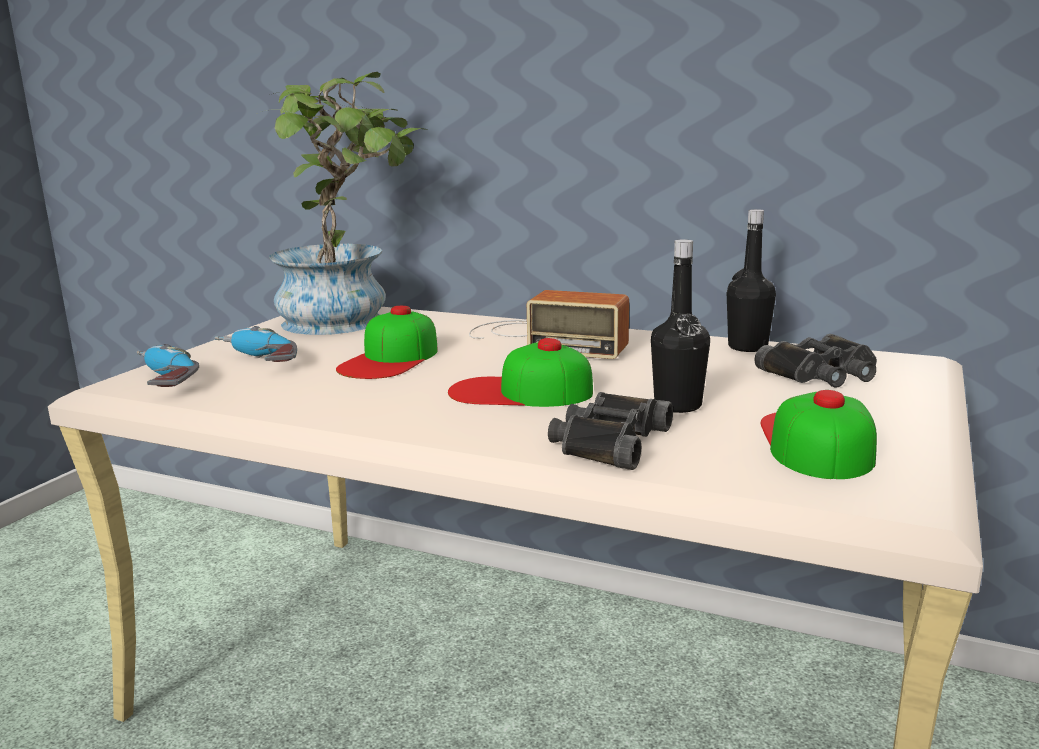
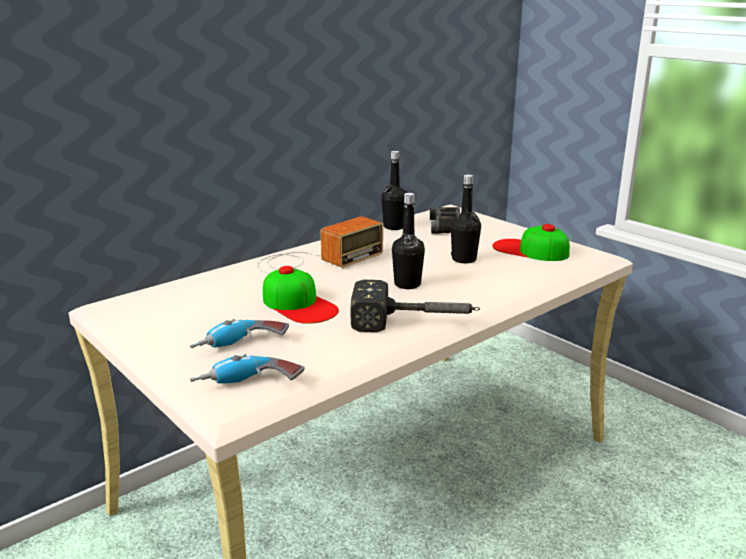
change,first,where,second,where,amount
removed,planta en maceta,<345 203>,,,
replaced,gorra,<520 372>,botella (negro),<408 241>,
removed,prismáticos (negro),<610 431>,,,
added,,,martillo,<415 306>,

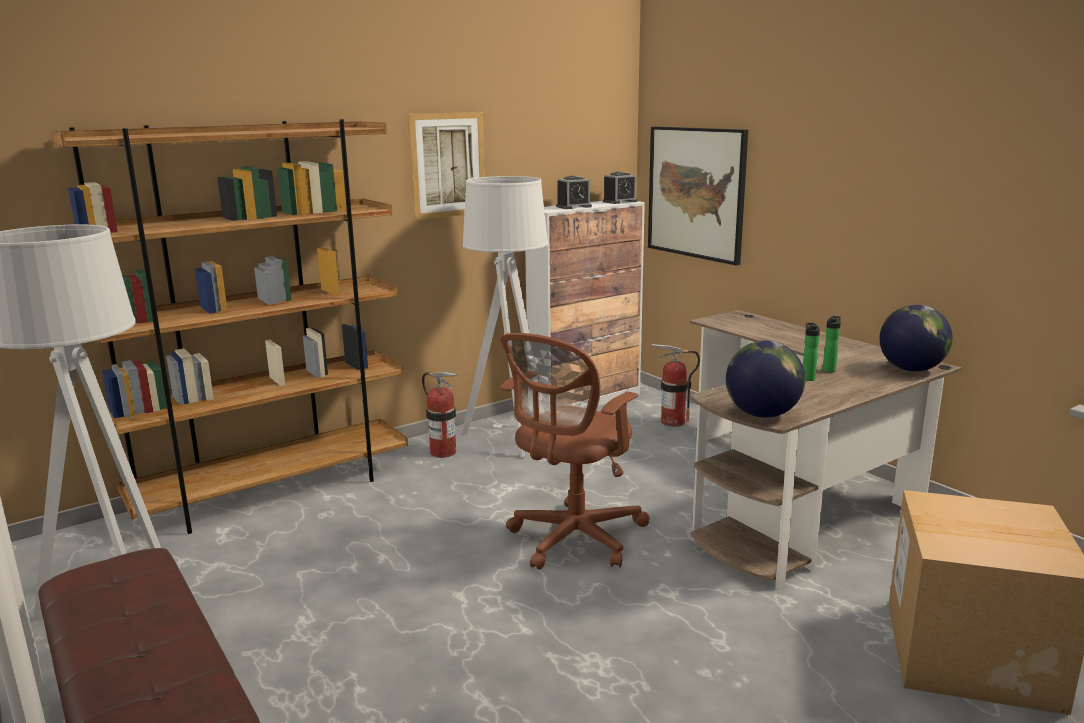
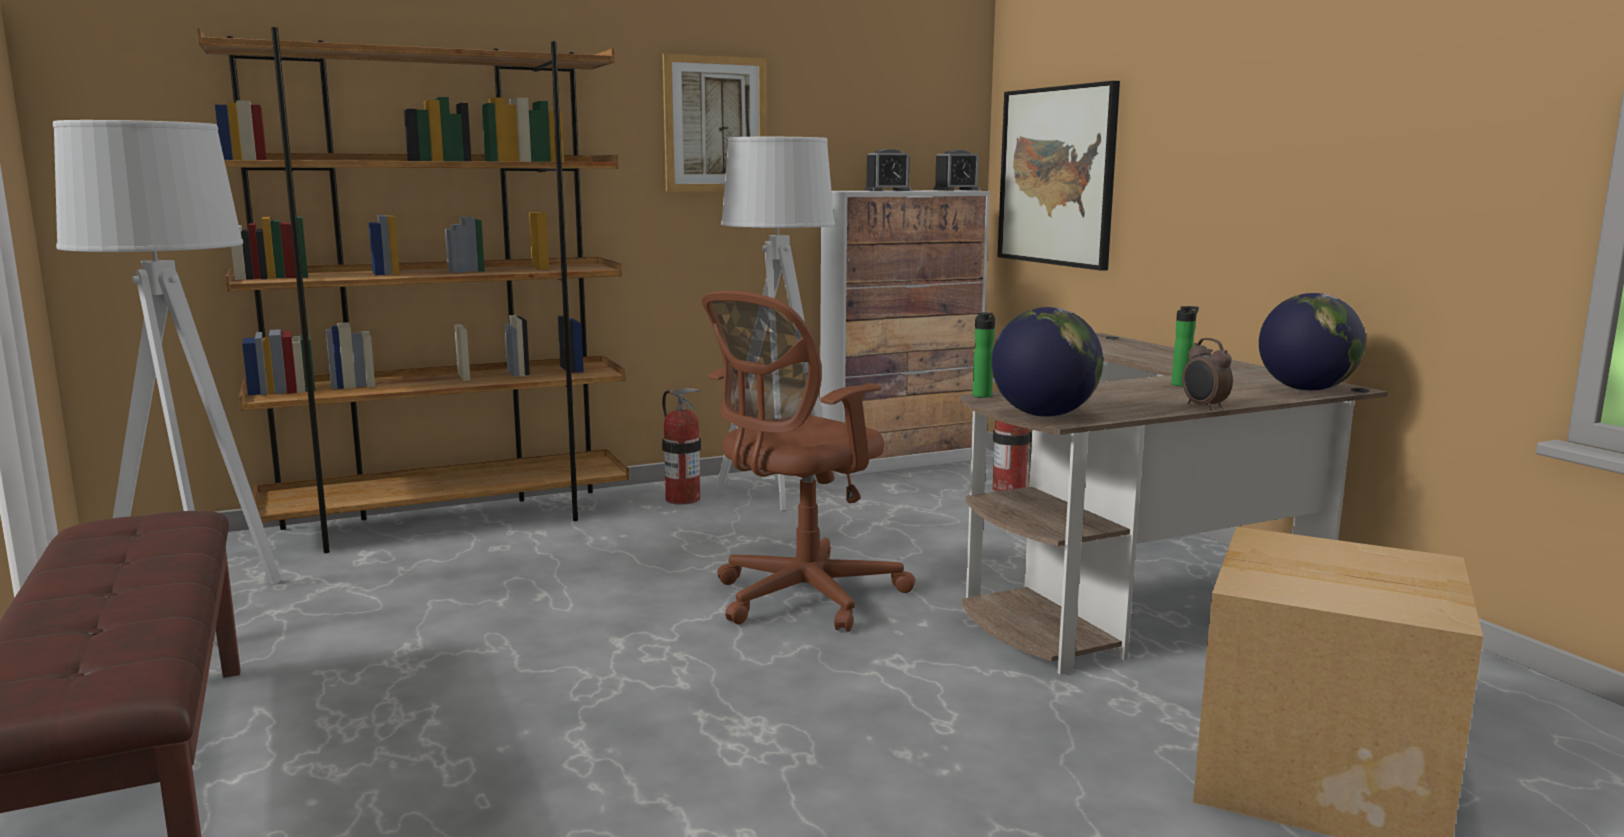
change,first,where,second,where,amount
moved,botella,<811 352>,,<984 355>,
added,,,despertador,<1207 374>,

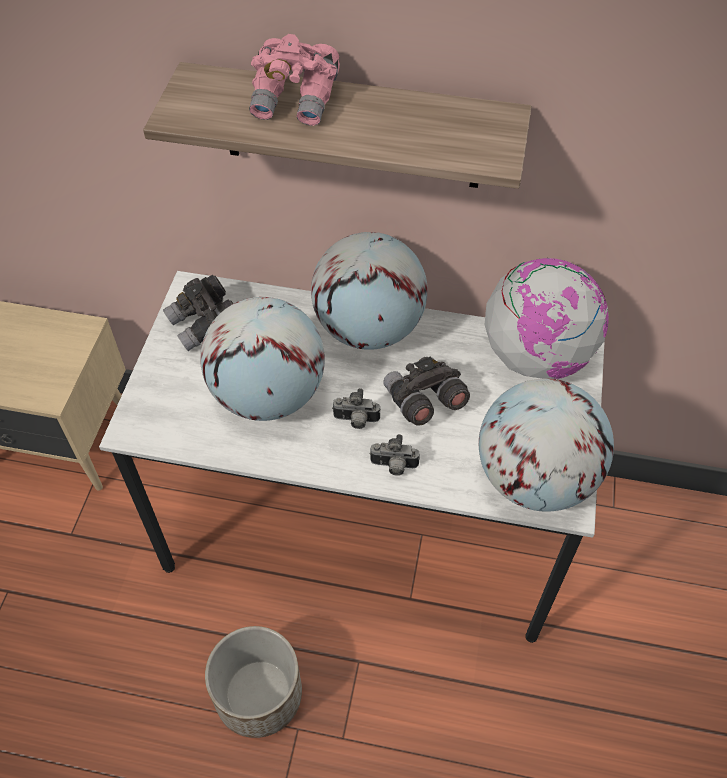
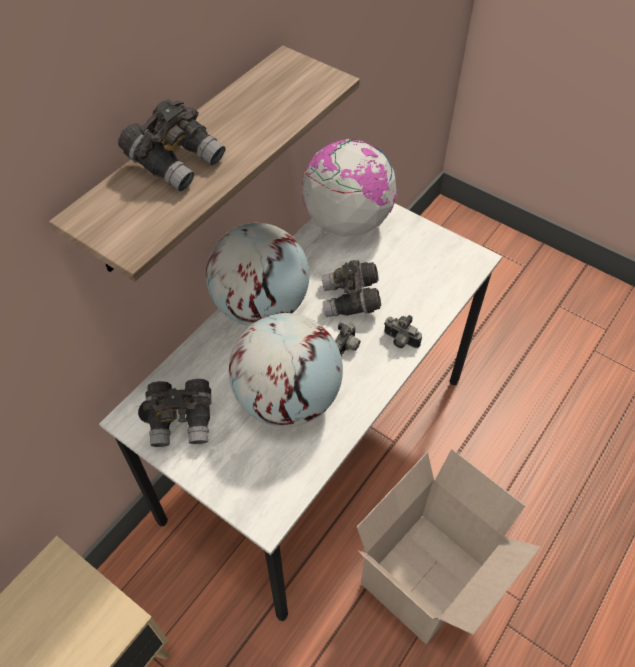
change,first,where,second,where,amount
replaced,maceta,<253 682>,caja de cartón,<449 546>,
recoloured,prismáticos (rosa),<294 80>,prismáticos (gris),<171 145>,
turned,cámara,<395 455>,,<403 331>,90 degrees clockwise
removed,globo terráqueo,<546 445>,,,

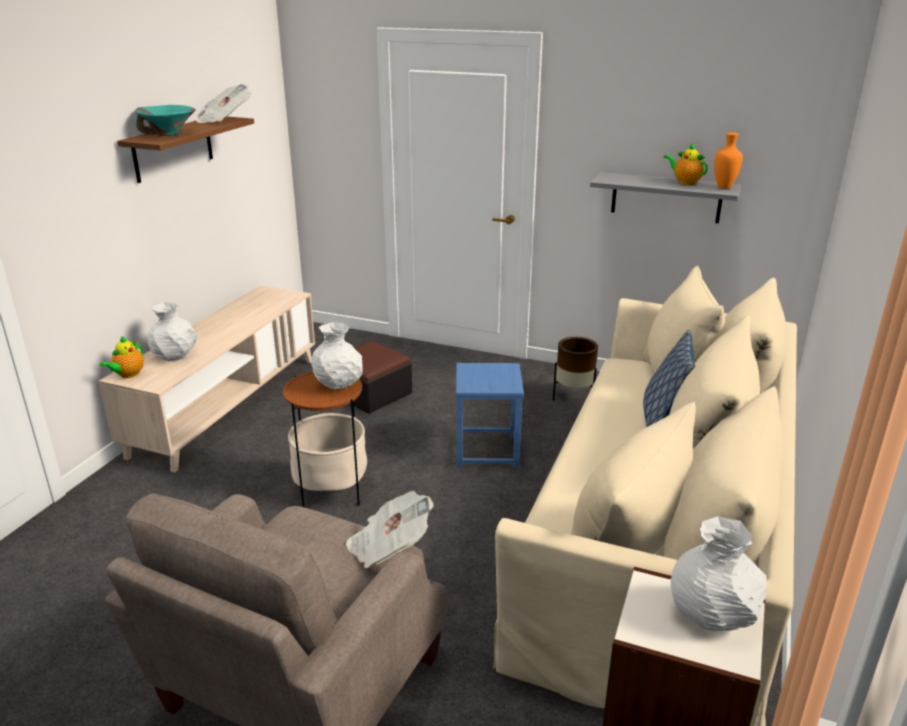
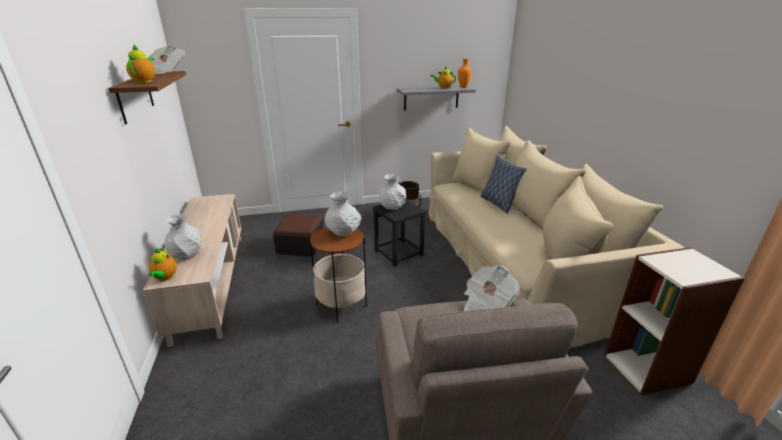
change,first,where,second,where,amount
replaced,cuenco (turquesa),<165 120>,tetera,<140 63>,
recoloured,taburete (azul),<490 415>,taburete (negro),<399 233>,
moved,florero (blanco),<719 573>,,<392 192>,

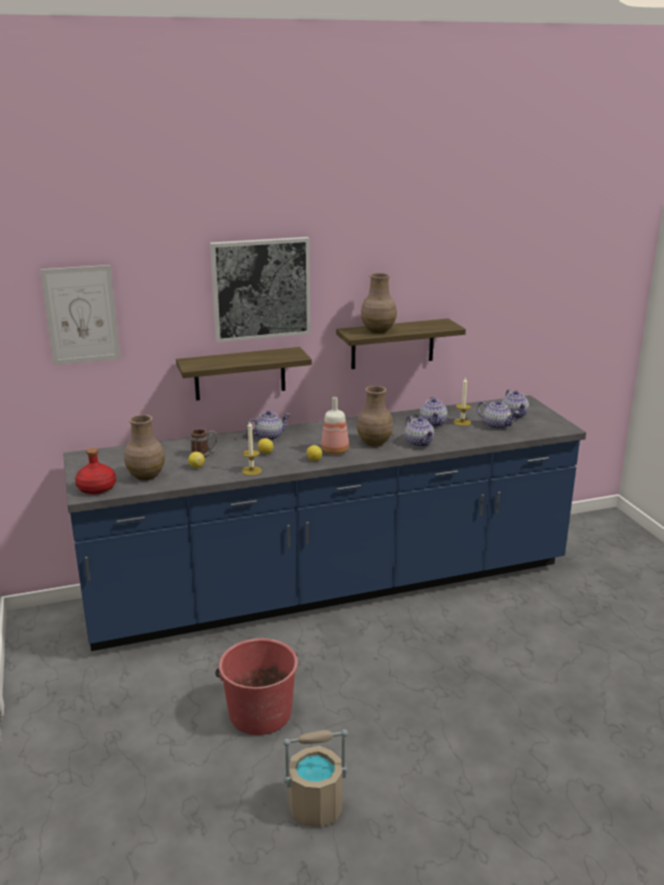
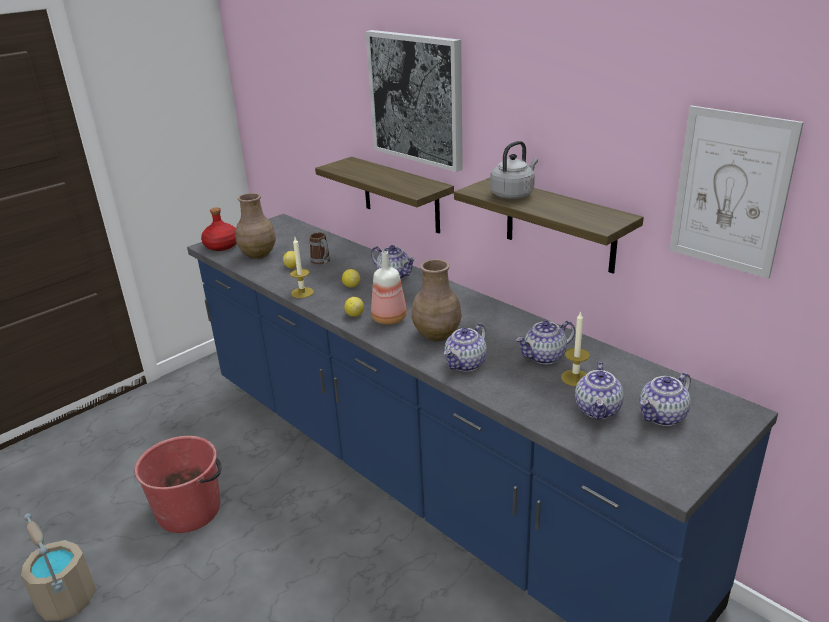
change,first,where,second,where,amount
moved,cuadro,<80 315>,,<737 192>,
replaced,florero (marrón),<379 303>,hervidor (gris),<514 170>,

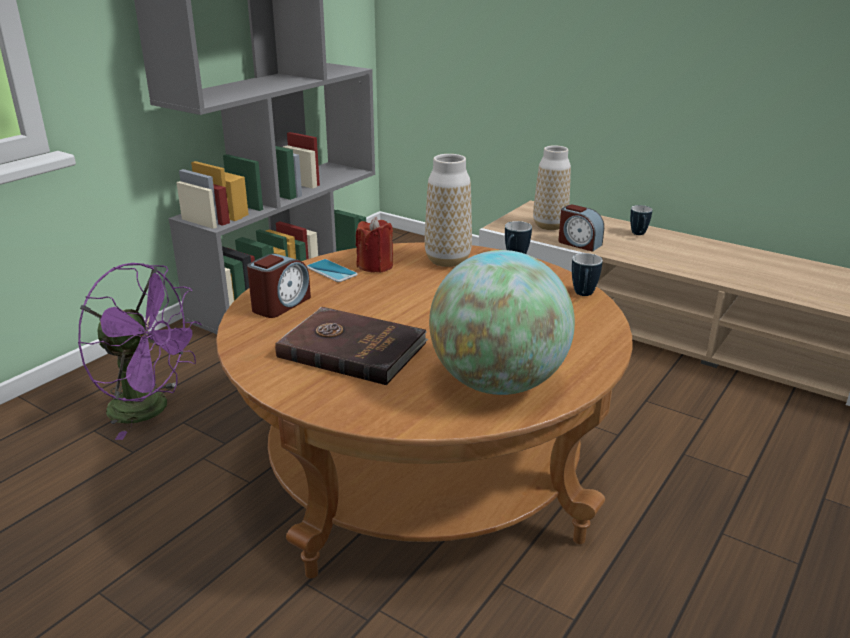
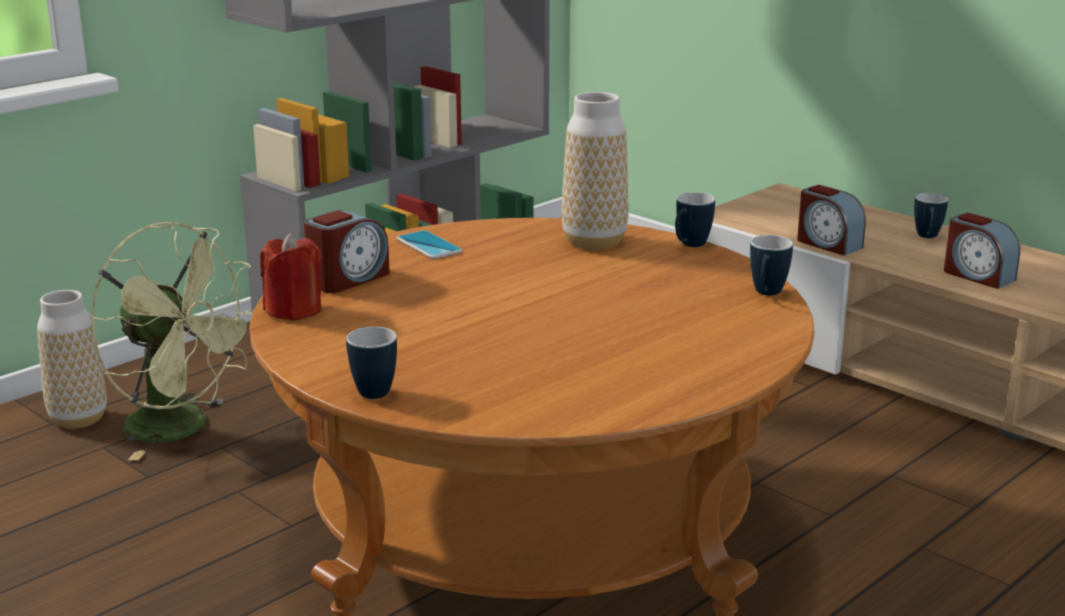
change,first,where,second,where,amount
recoloured,ventilador (morado),<140 351>,ventilador (verde),<172 341>,
removed,libro (marrón),<351 346>,,,
moved,vela (rojo),<374 245>,,<291 277>,
removed,globo terráqueo,<502 322>,,,
moved,florero,<552 187>,,<72 359>,
added,,,taza grande,<371 363>,
added,,,despertador,<982 251>,

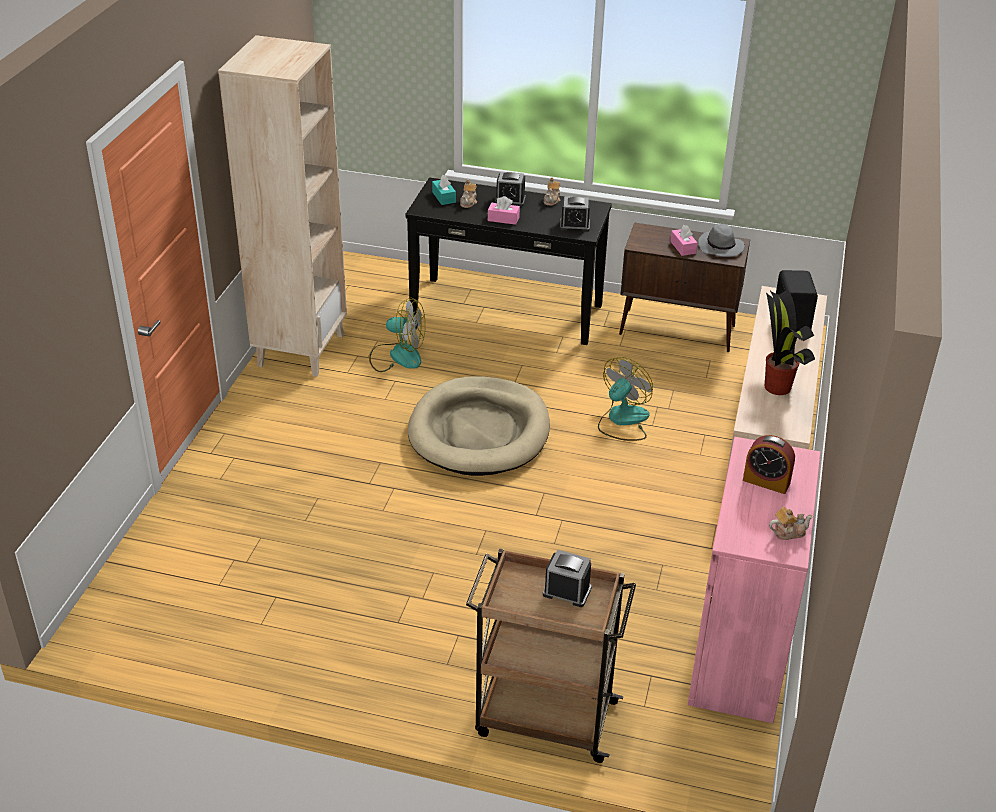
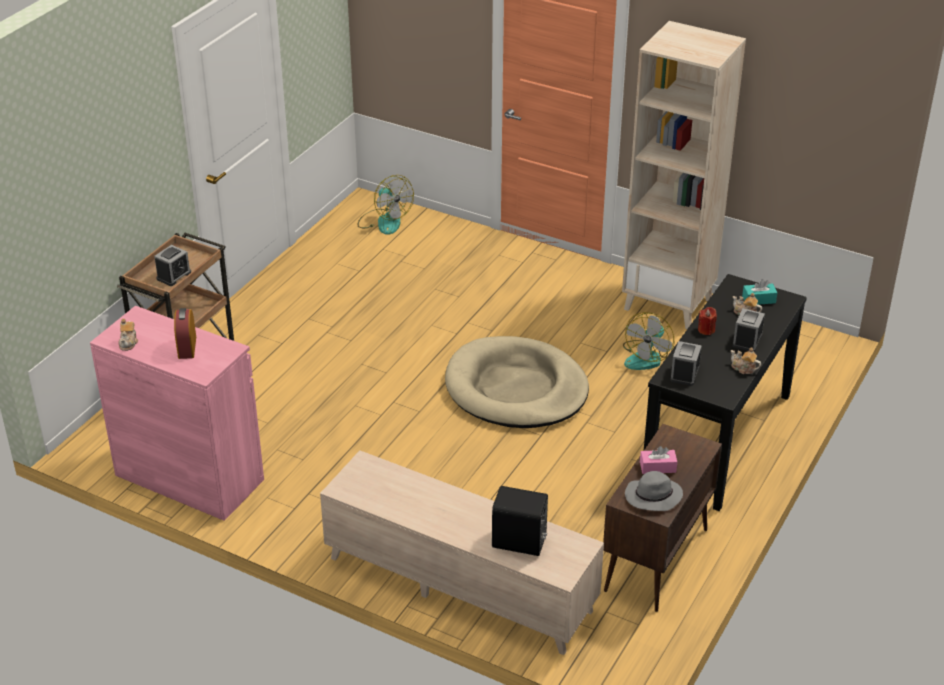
change,first,where,second,where,amount
replaced,caja de pañuelos (rosa),<504 210>,vela (rojo),<707 321>,
moved,ventilador,<625 399>,,<385 205>,
turned,despertador,<769 464>,,<185 333>,45 degrees counterclockwise
removed,planta en maceta,<790 342>,,,

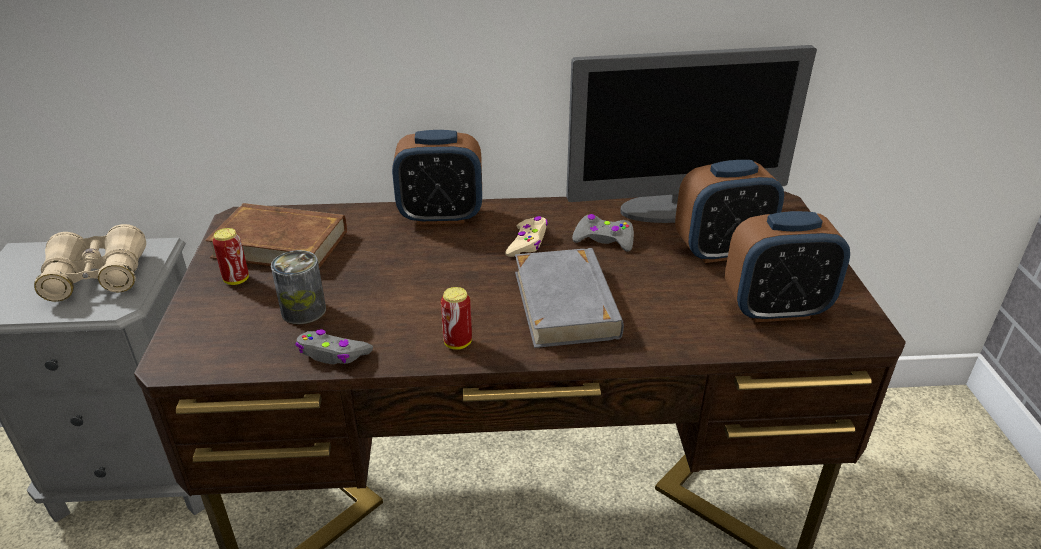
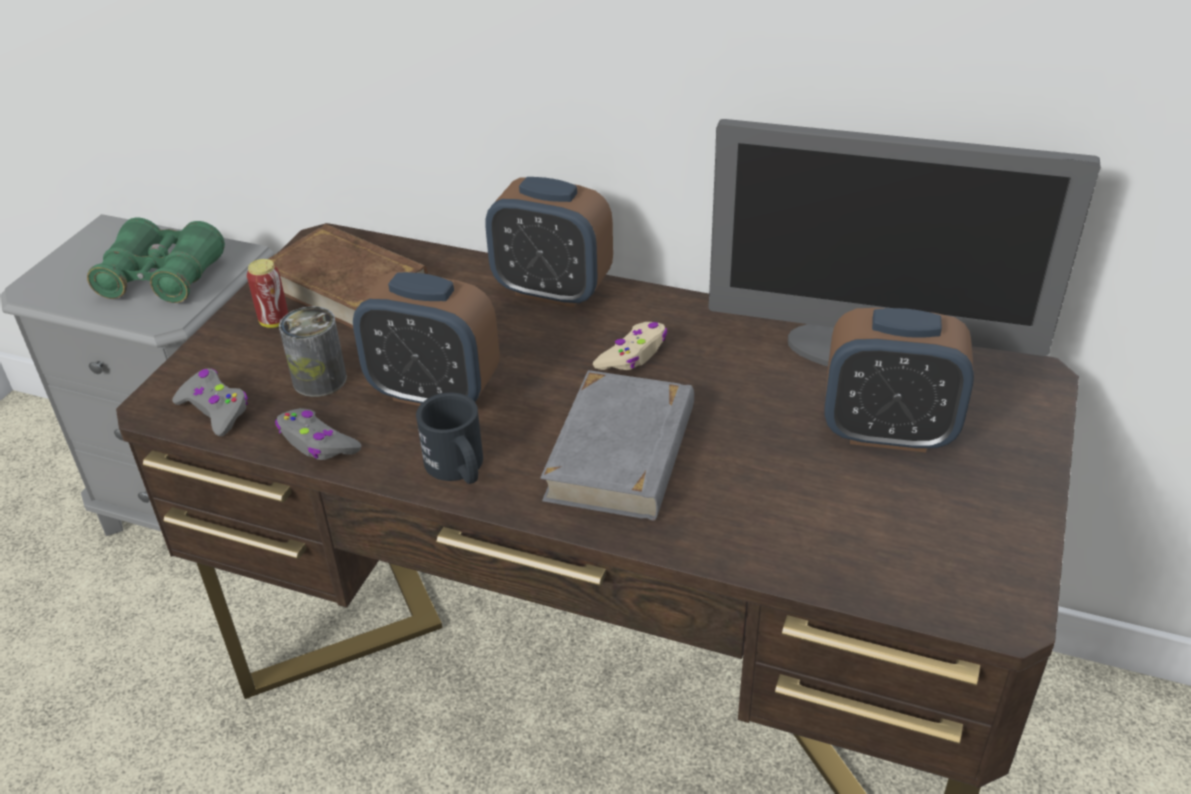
change,first,where,second,where,amount
recoloured,prismáticos (beis),<90 263>,prismáticos (verde),<156 260>,
replaced,lata,<456 318>,taza grande (negro),<449 438>,
moved,mando de consola (gris),<603 233>,,<210 402>,
moved,despertador,<787 266>,,<426 339>,

